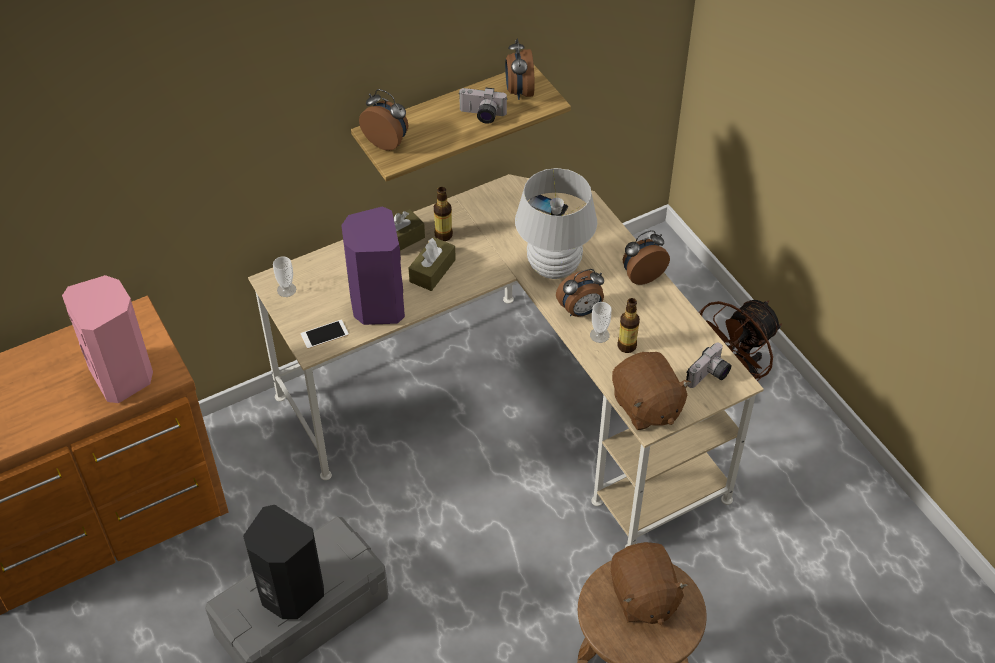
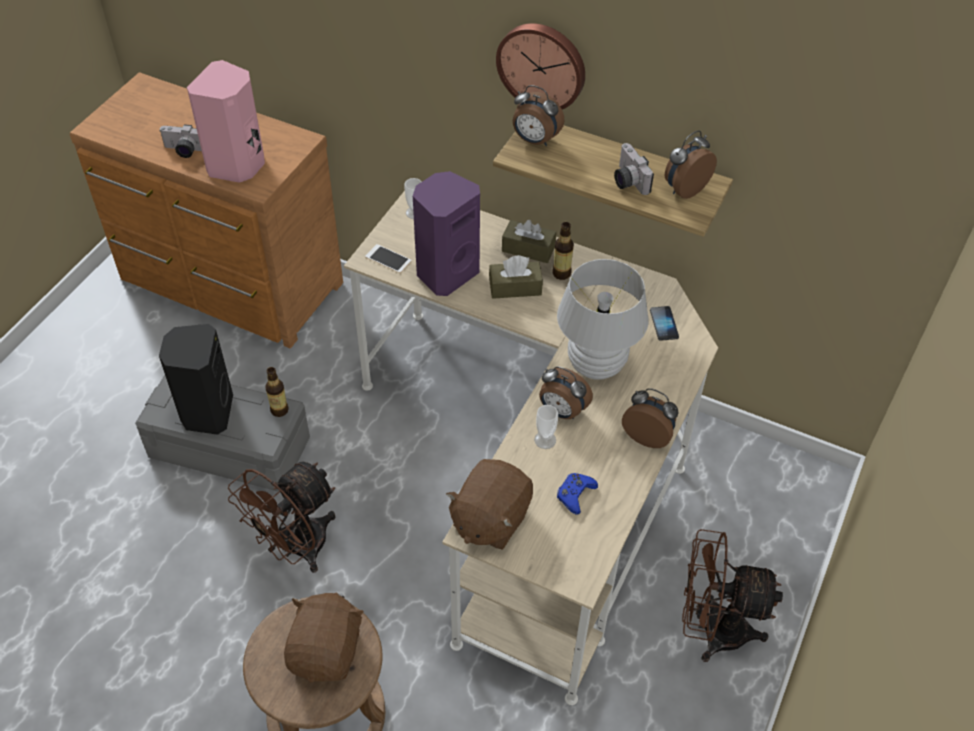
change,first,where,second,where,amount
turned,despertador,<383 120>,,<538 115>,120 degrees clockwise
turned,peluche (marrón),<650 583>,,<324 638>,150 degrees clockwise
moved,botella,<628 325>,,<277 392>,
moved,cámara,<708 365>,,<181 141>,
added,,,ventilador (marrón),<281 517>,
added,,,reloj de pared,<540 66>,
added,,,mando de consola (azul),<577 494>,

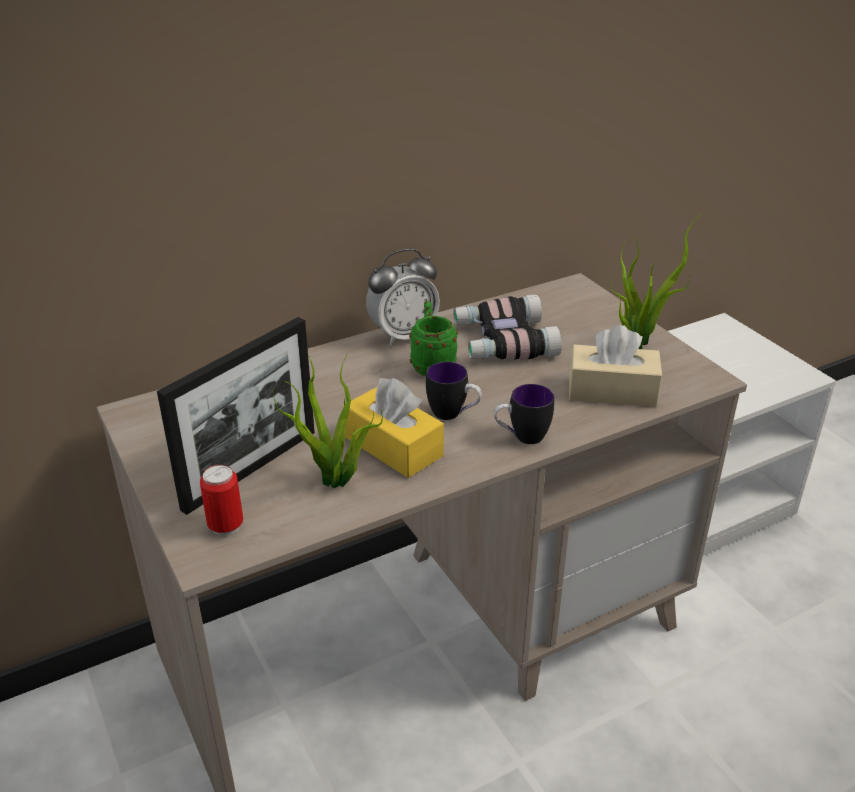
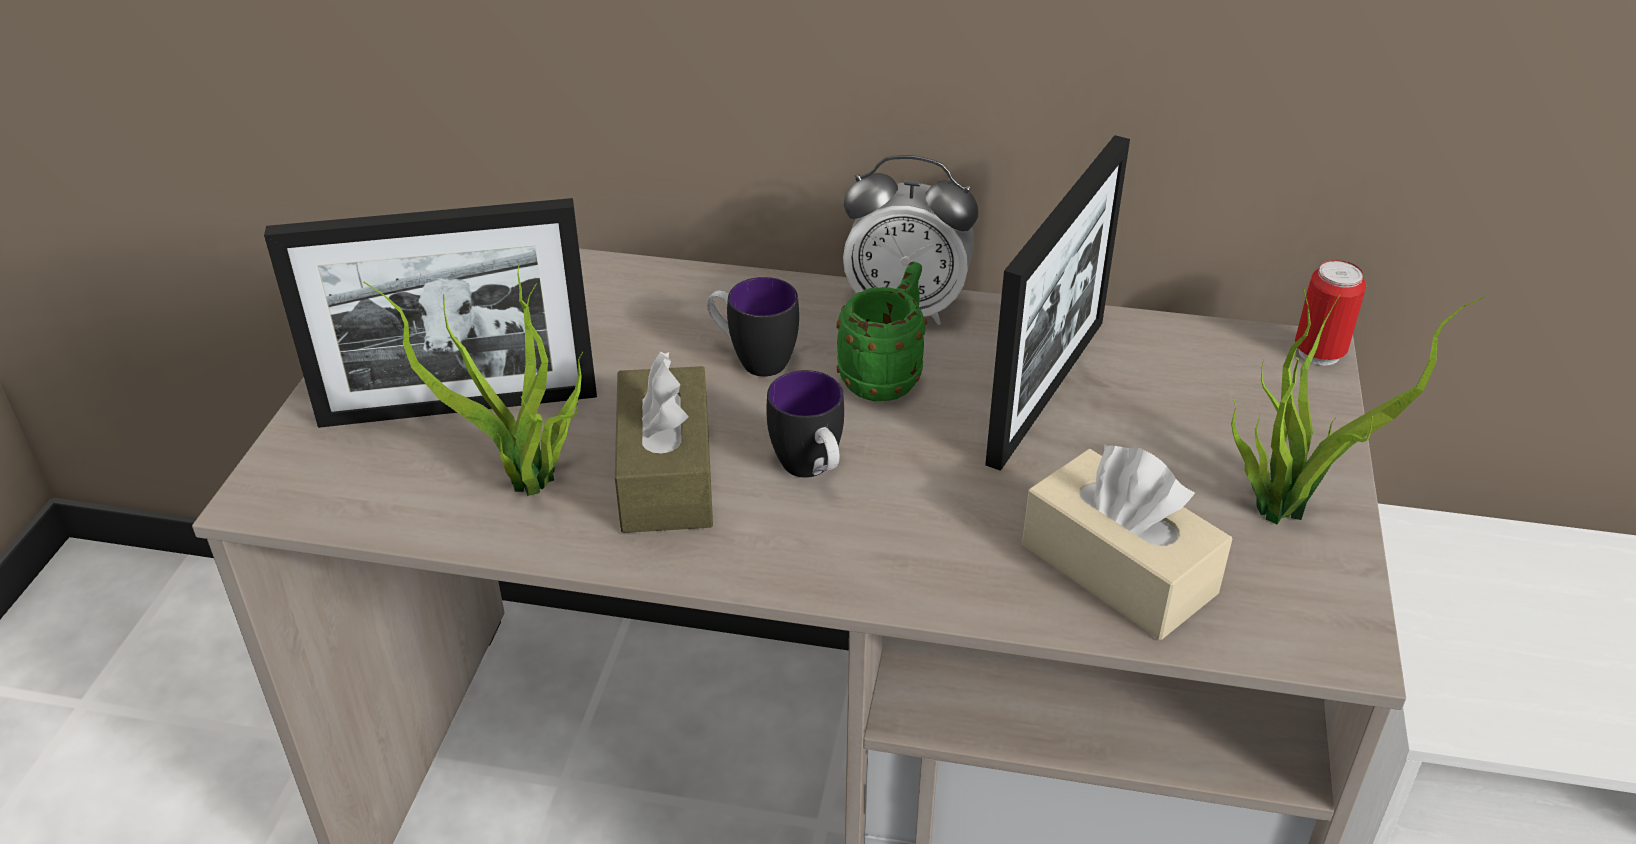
change,first,where,second,where,amount
moved,lata,<221 500>,,<1330 313>,
recoloured,caja de pañuelos (amarillo),<393 428>,caja de pañuelos (marrón),<664 442>,
replaced,prismáticos,<507 327>,portarretratos,<1057 303>,
moved,taza grande,<524 414>,,<753 327>,

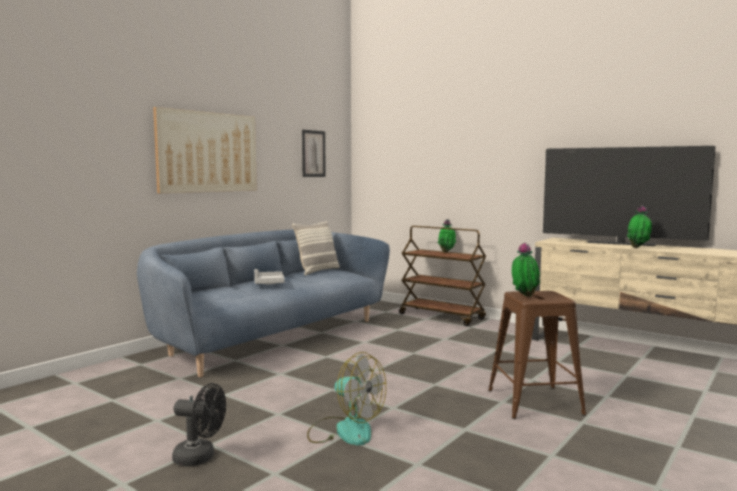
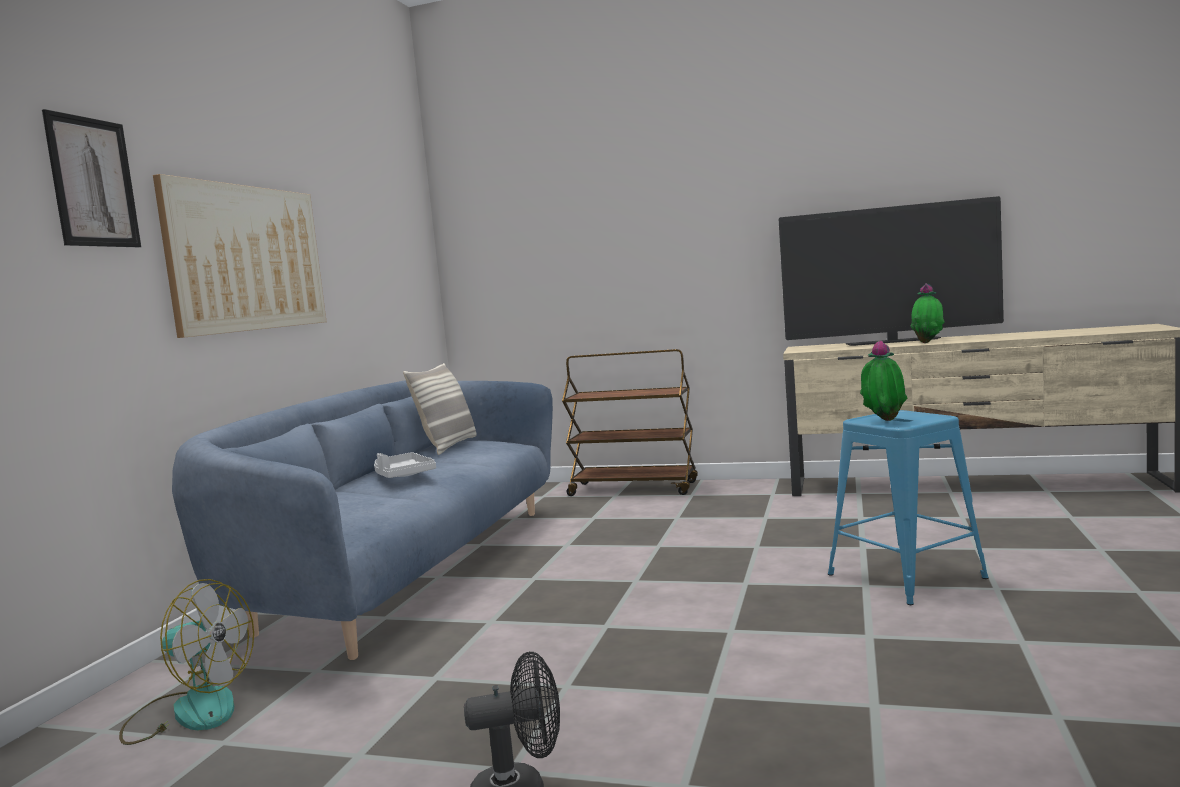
change,first,where,second,where,amount
moved,cuadro,<314 153>,,<91 178>,
moved,ventilador,<346 398>,,<186 662>,
removed,planta en maceta,<447 236>,,,
recoloured,taburete (marrón),<537 355>,taburete (azul),<908 507>,

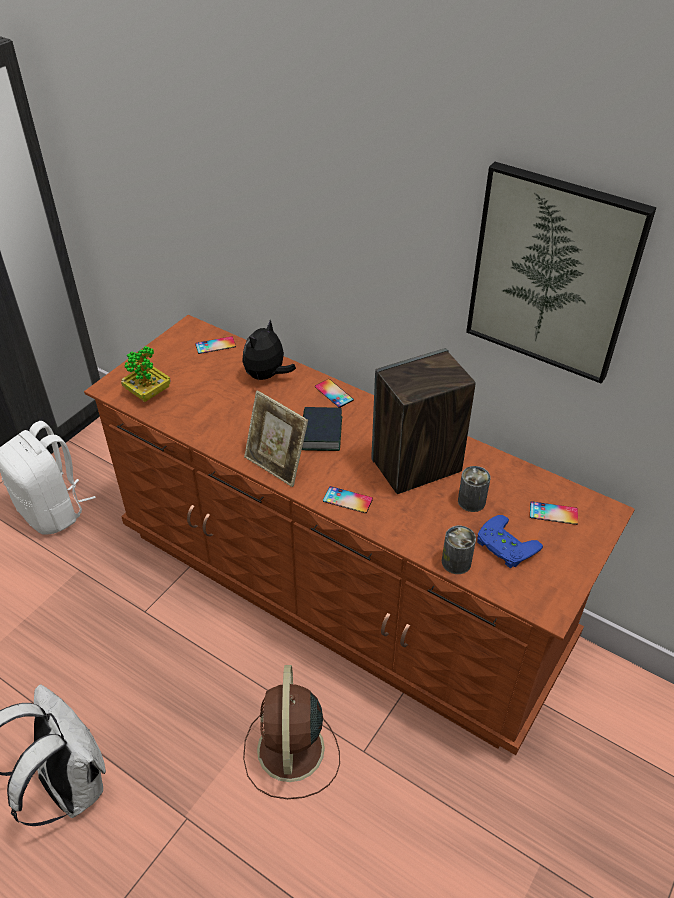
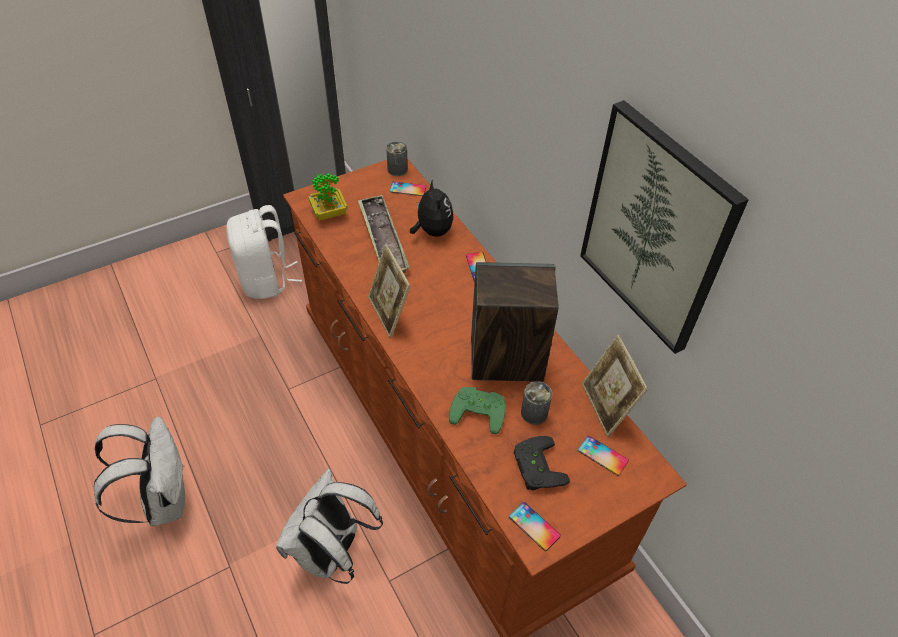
change,first,where,second,where,amount
turned,peluche,<269 350>,,<432 208>,105 degrees clockwise
replaced,ventilador (marrón),<291 732>,mochila (blanco),<329 526>,
removed,libro,<322 429>,,,
moved,móvil,<348 499>,,<535 526>,
moved,lata,<459 550>,,<397 158>,
recoloured,mando de consola (azul),<510 541>,mando de consola (negro),<542 463>,
added,,,bandeja,<384 234>,
added,,,mando de consola (verde),<477 410>,
added,,,portarretratos,<615 386>,

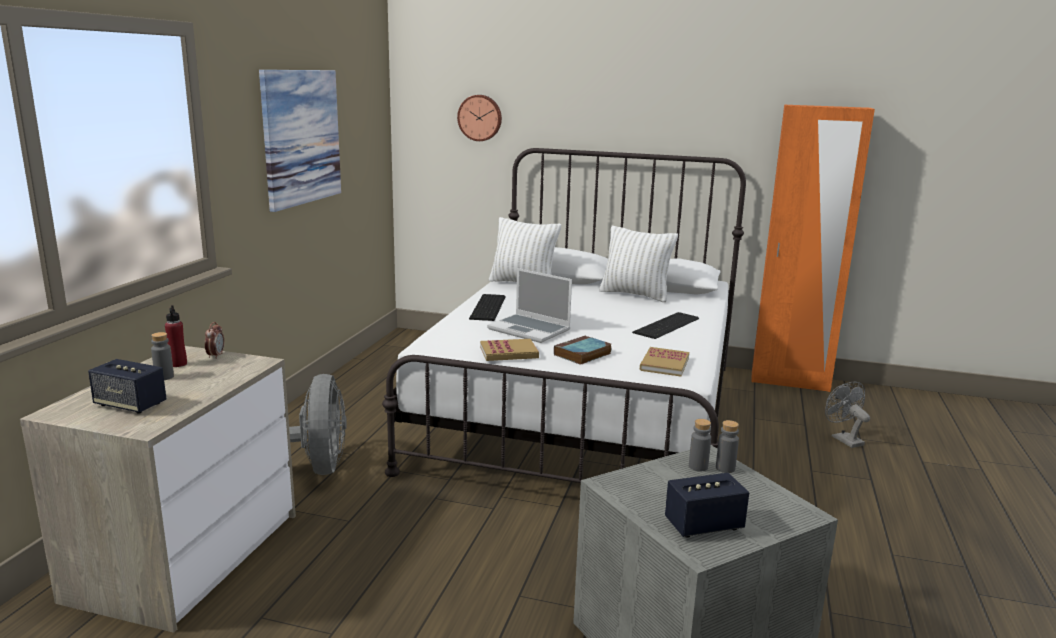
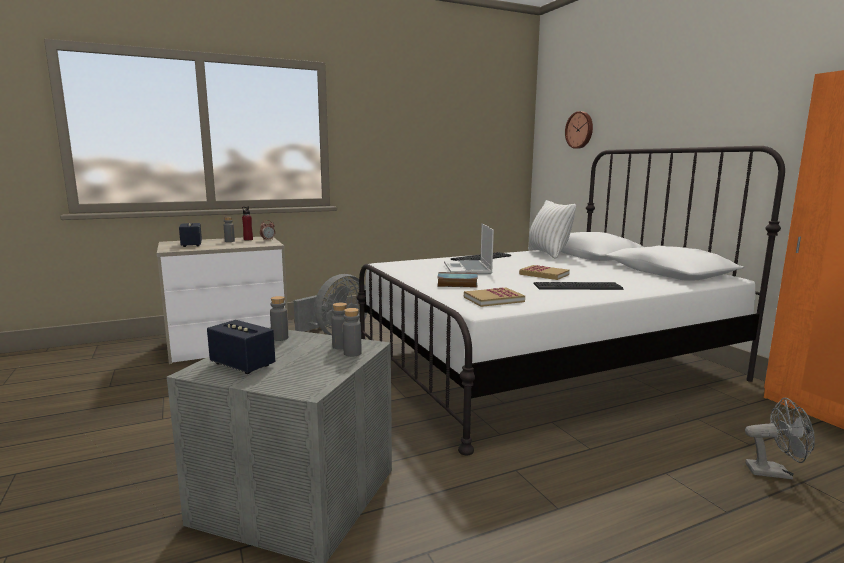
change,first,where,second,where,amount
removed,cuadro,<300 141>,,,
moved,libro,<509 350>,,<544 272>,
removed,cojín (blanco),<638 264>,,,
turned,ventilador (gris),<847 414>,,<780 439>,75 degrees clockwise
added,,,botella (gris),<279 318>,

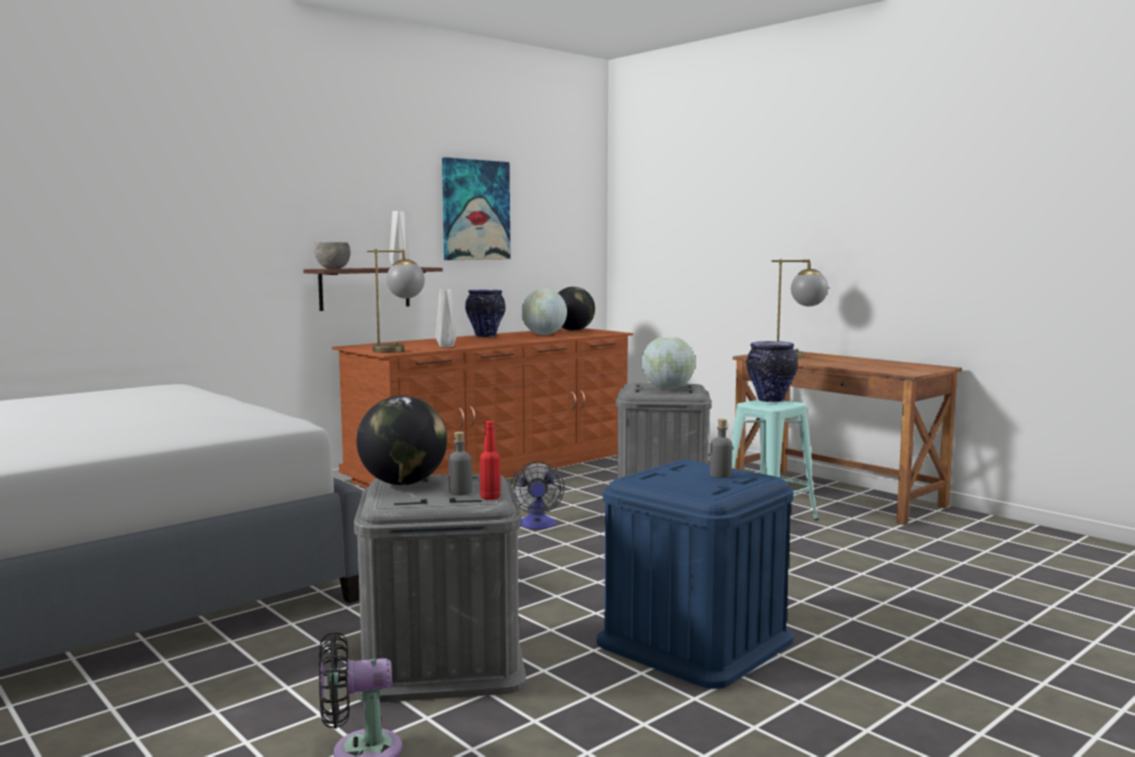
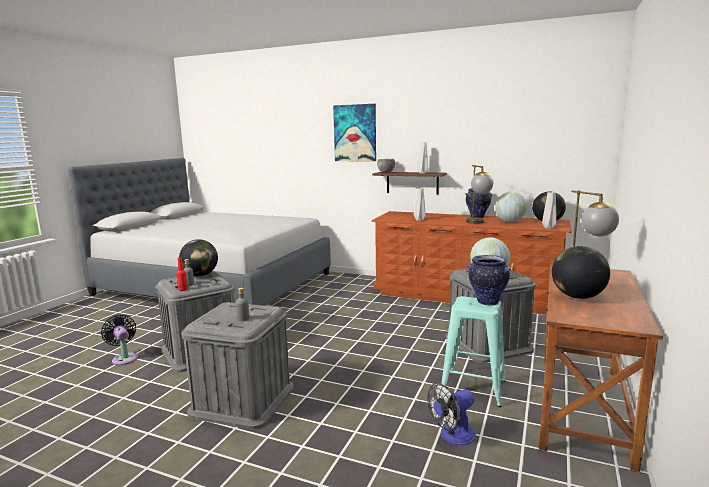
change,first,where,second,where,amount
moved,lámpara de mesa,<396 301>,,<479 194>,
moved,cuadro,<476 208>,,<354 132>,
moved,ventilador,<538 495>,,<451 414>,
recoloured,caja de almacenaje (azul),<695 574>,caja de almacenaje (gris),<237 366>,
added,,,florero (gris),<549 210>,
added,,,globo terráqueo,<581 272>,

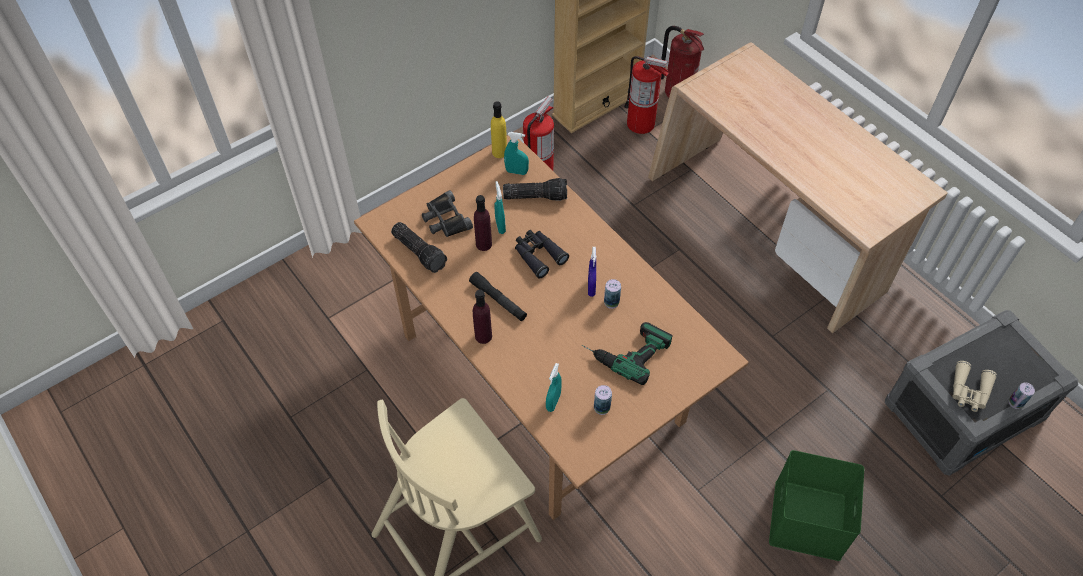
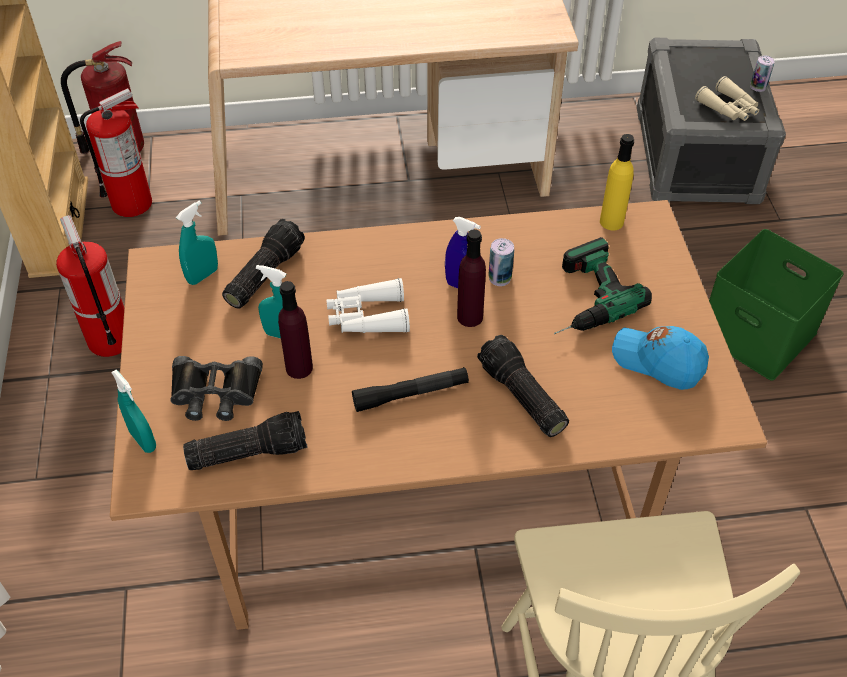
change,first,where,second,where,amount
moved,botella (morado),<482 317>,,<471 278>,
moved,botella (amarillo),<499 129>,,<617 182>,
recoloured,prismáticos (negro),<542 254>,prismáticos (blanco),<368 305>,
moved,pulverizador (turquesa),<554 387>,,<133 411>,
replaced,lata,<603 400>,gorra (azul),<660 358>,
added,,,linterna,<523 386>,

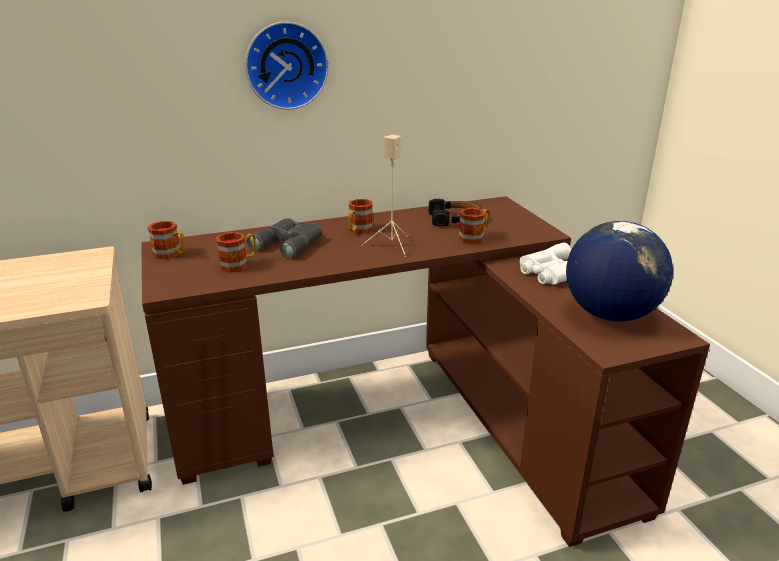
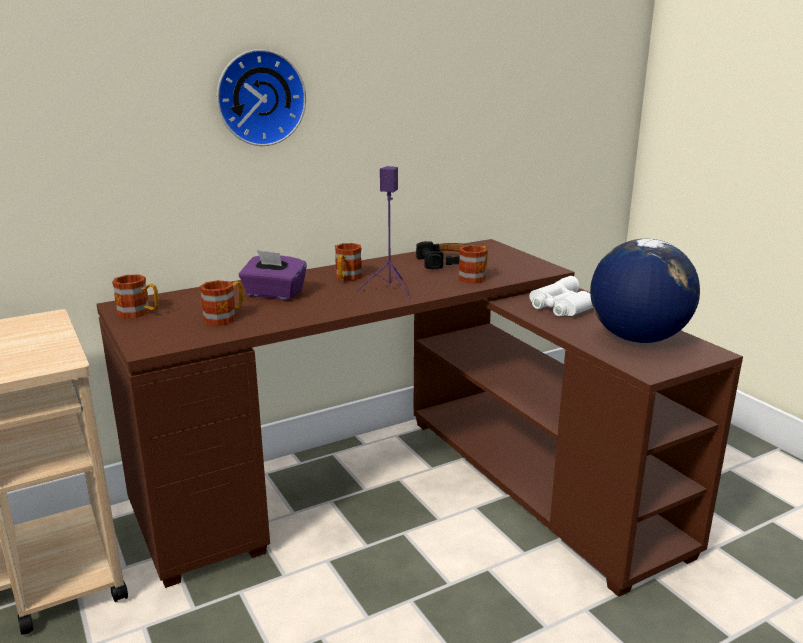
change,first,where,second,where,amount
replaced,prismáticos (gris),<285 238>,caja de pañuelos (morado),<273 275>,
recoloured,altavoz (beis),<385 196>,altavoz (morado),<383 232>,

